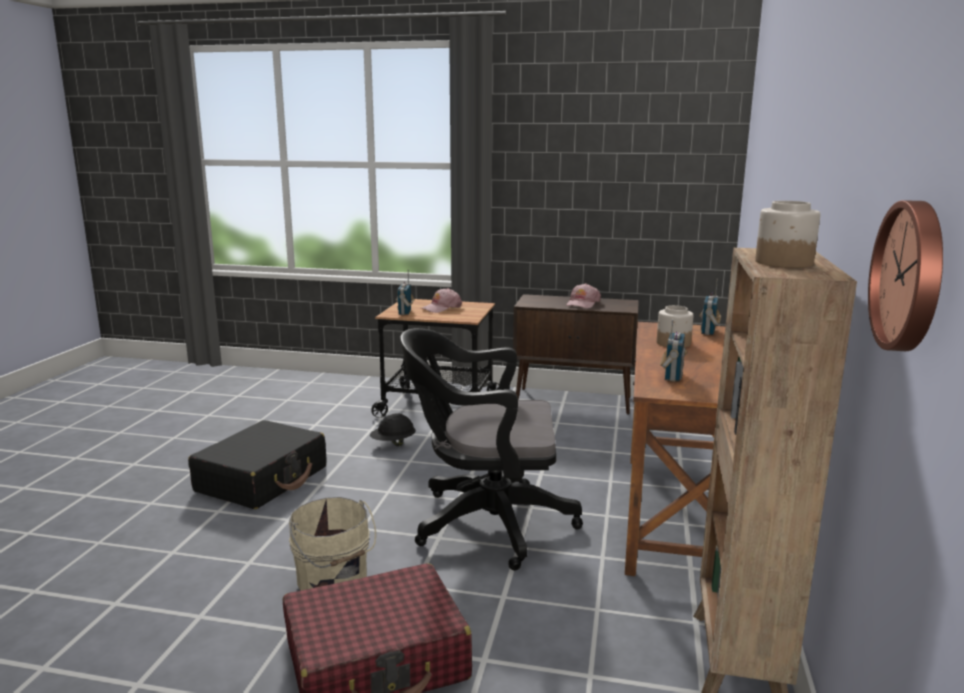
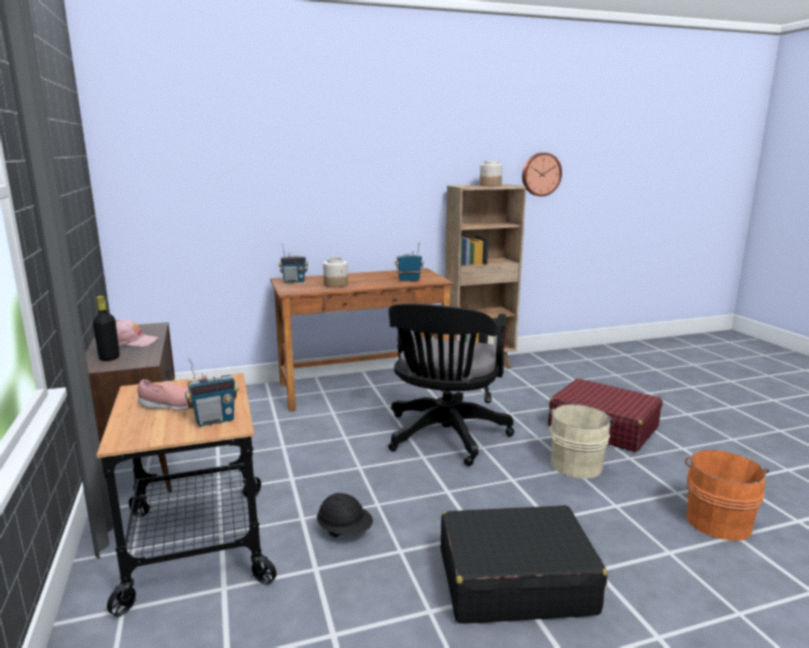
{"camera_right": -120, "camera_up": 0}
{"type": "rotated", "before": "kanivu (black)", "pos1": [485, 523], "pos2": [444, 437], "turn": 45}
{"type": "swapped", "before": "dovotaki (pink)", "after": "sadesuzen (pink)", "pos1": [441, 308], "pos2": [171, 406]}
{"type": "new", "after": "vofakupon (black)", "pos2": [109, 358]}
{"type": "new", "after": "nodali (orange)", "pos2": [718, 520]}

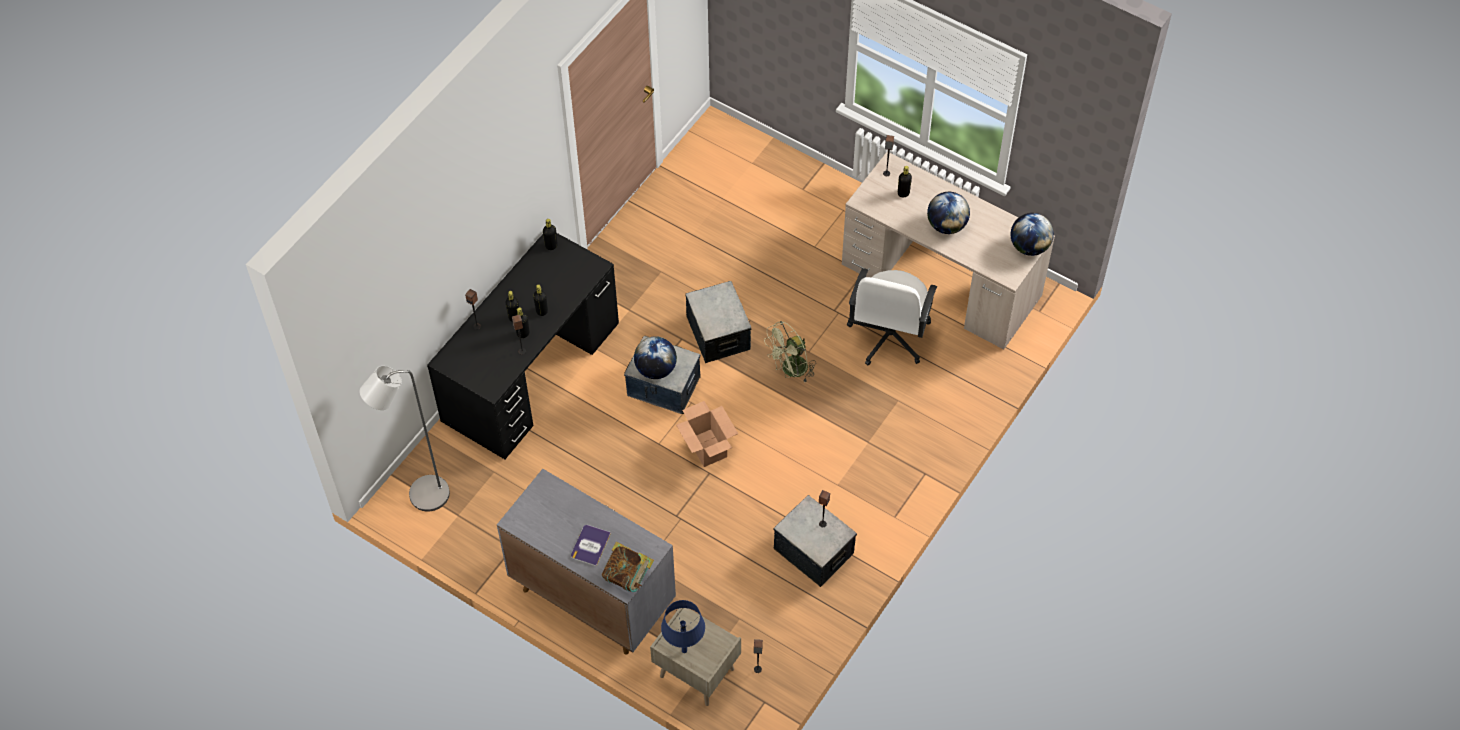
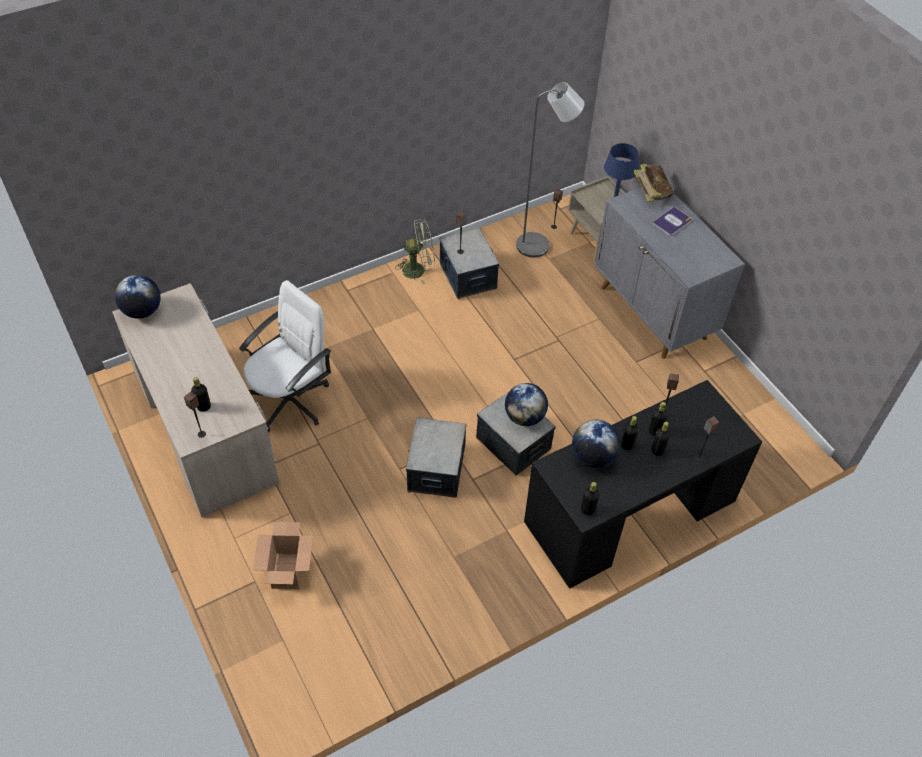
{"camera_right": -155, "camera_up": -5}
{"type": "shifted", "before": "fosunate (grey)", "pos1": [421, 497], "pos2": [539, 245]}
{"type": "shifted", "before": "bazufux", "pos1": [707, 448], "pos2": [288, 572]}
{"type": "shifted", "before": "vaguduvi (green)", "pos1": [790, 370], "pos2": [418, 269]}
{"type": "shifted", "before": "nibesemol", "pos1": [946, 225], "pos2": [593, 457]}

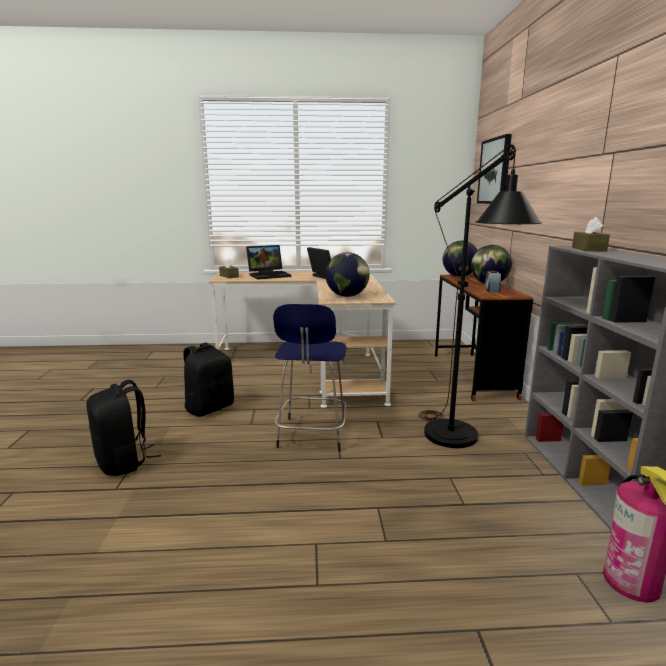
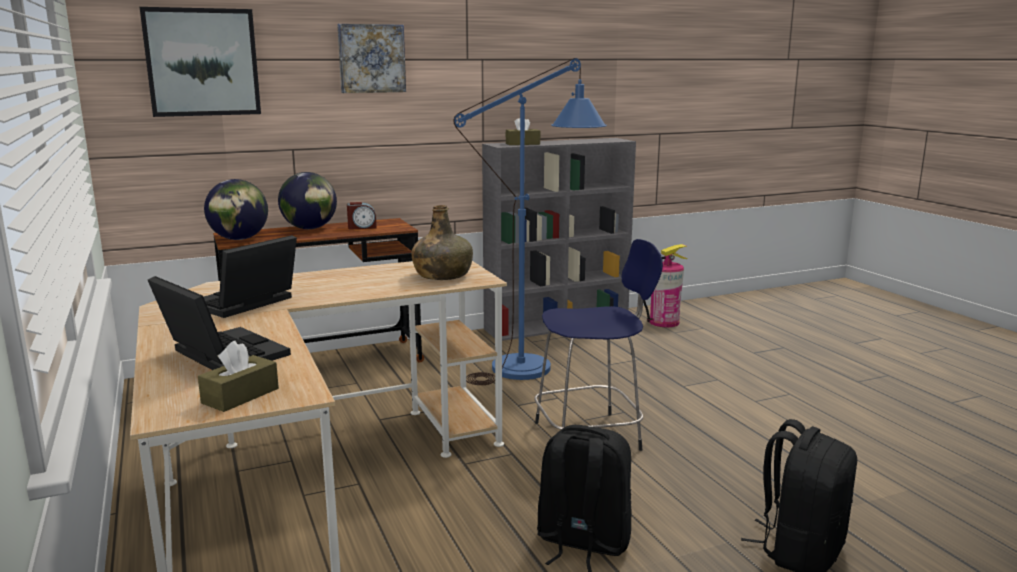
{"camera_right": -110, "camera_up": 0}
{"type": "swapped", "before": "nibesemol", "after": "vofakupon (green)", "pos1": [347, 296], "pos2": [442, 275]}
{"type": "repainted", "before": "fosunate (black)", "after": "fosunate (blue)", "pos1": [458, 442], "pos2": [535, 364]}
{"type": "new", "after": "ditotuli", "pos2": [371, 58]}

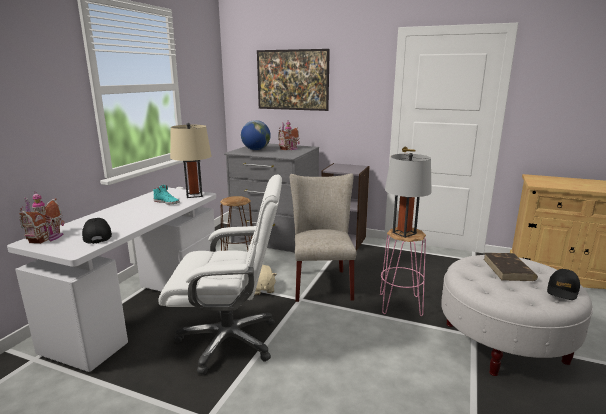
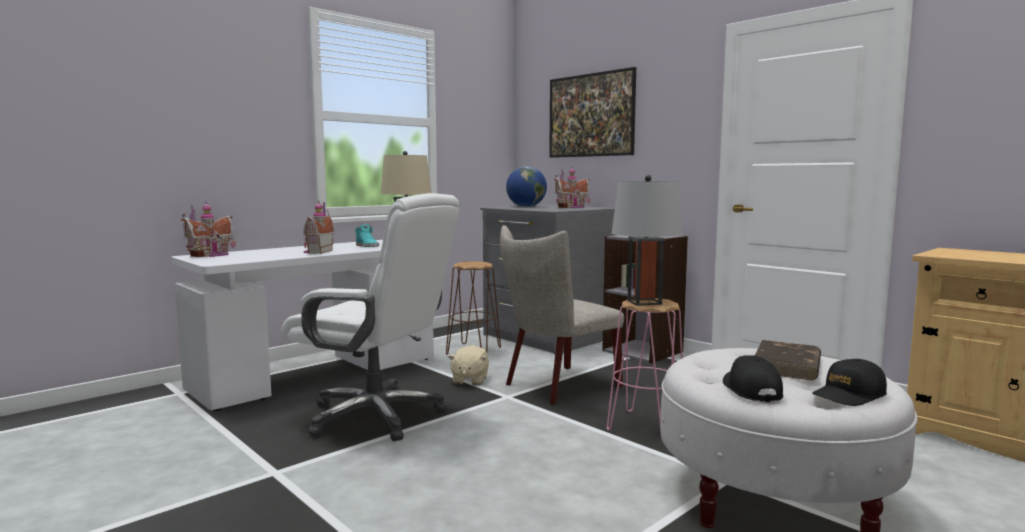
{"camera_right": 25, "camera_up": -10}
{"type": "shifted", "before": "dovotaki (black)", "pos1": [97, 236], "pos2": [750, 389]}
{"type": "rotated", "before": "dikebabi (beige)", "pos1": [321, 282], "pos2": [556, 386], "turn": -150}
{"type": "new", "after": "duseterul", "pos2": [317, 252]}

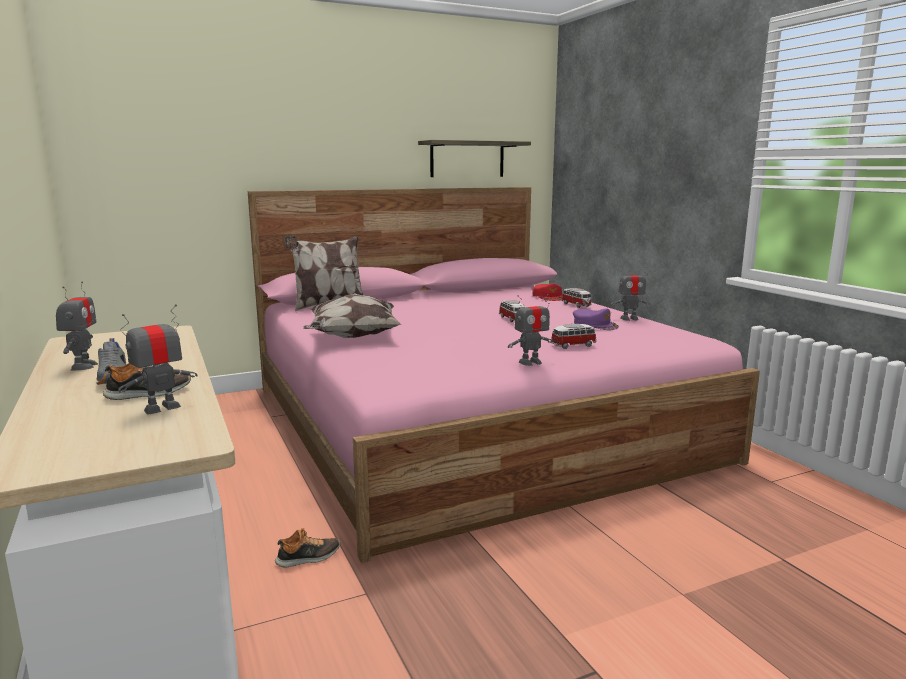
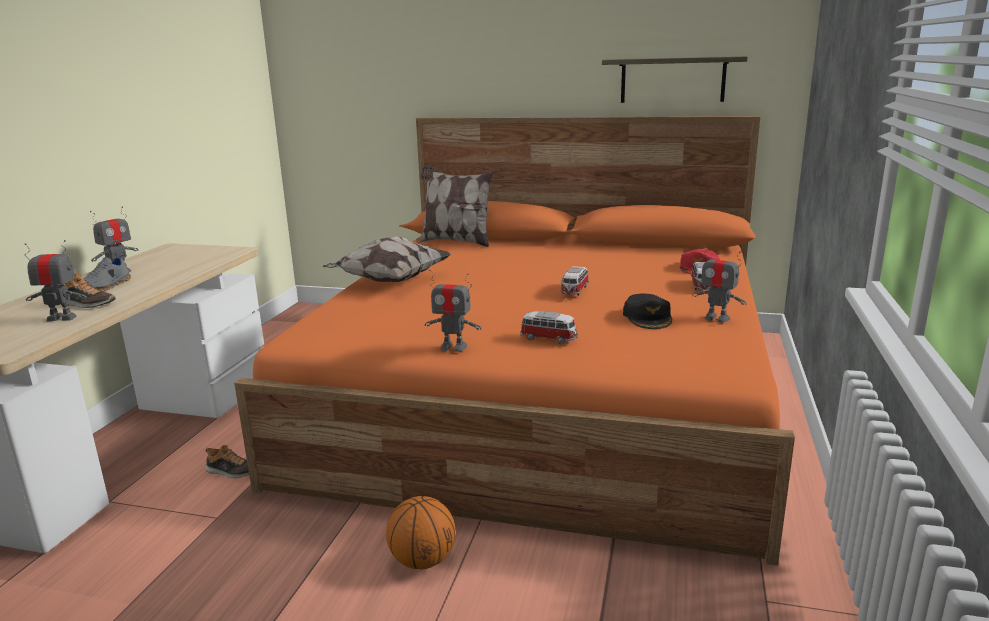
{"camera_right": 40, "camera_up": 5}
{"type": "repainted", "before": "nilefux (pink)", "after": "nilefux (orange)", "pos1": [471, 421], "pos2": [546, 395]}
{"type": "repainted", "before": "dovotaki (purple)", "after": "dovotaki (black)", "pos1": [595, 325], "pos2": [648, 317]}
{"type": "new", "after": "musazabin", "pos2": [422, 561]}

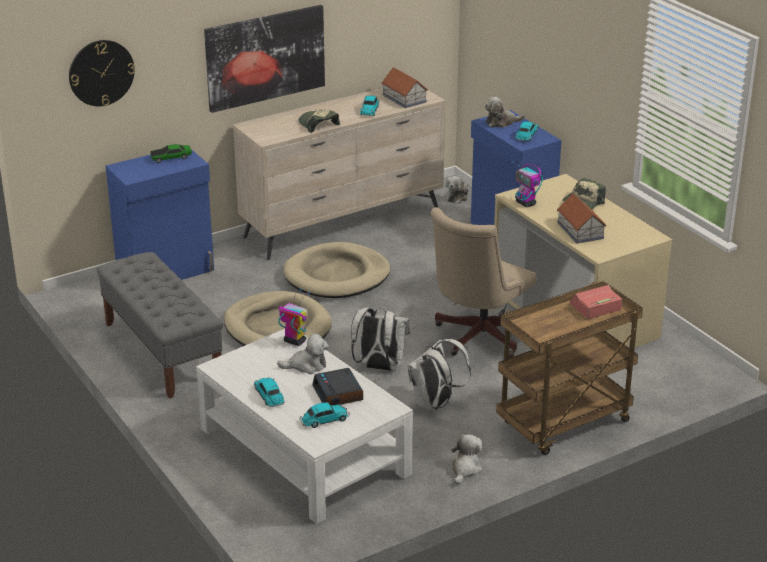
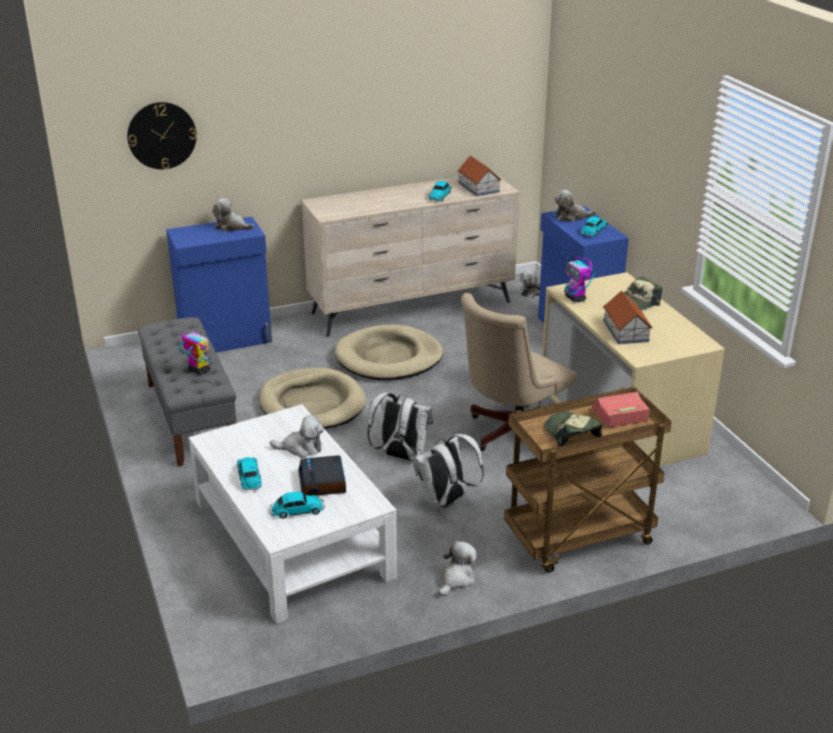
{"camera_right": 10, "camera_up": 0}
{"type": "swapped", "before": "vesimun", "after": "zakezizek", "pos1": [171, 158], "pos2": [231, 227]}
{"type": "gone", "before": "ditotuli", "pos1": [265, 57]}
{"type": "shifted", "before": "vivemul", "pos1": [294, 341], "pos2": [199, 370]}
{"type": "shifted", "before": "dovotaki", "pos1": [318, 124], "pos2": [571, 433]}

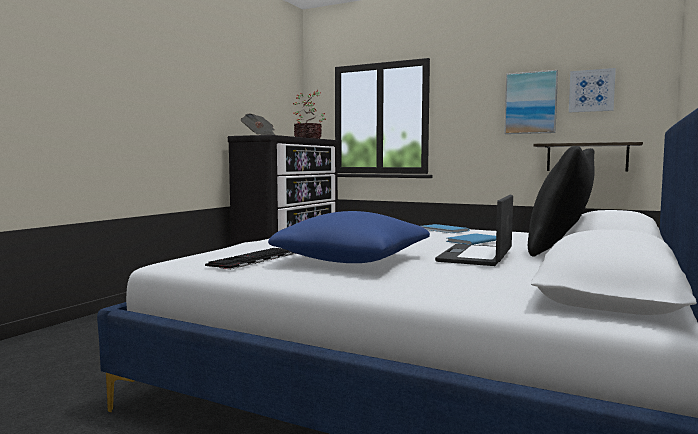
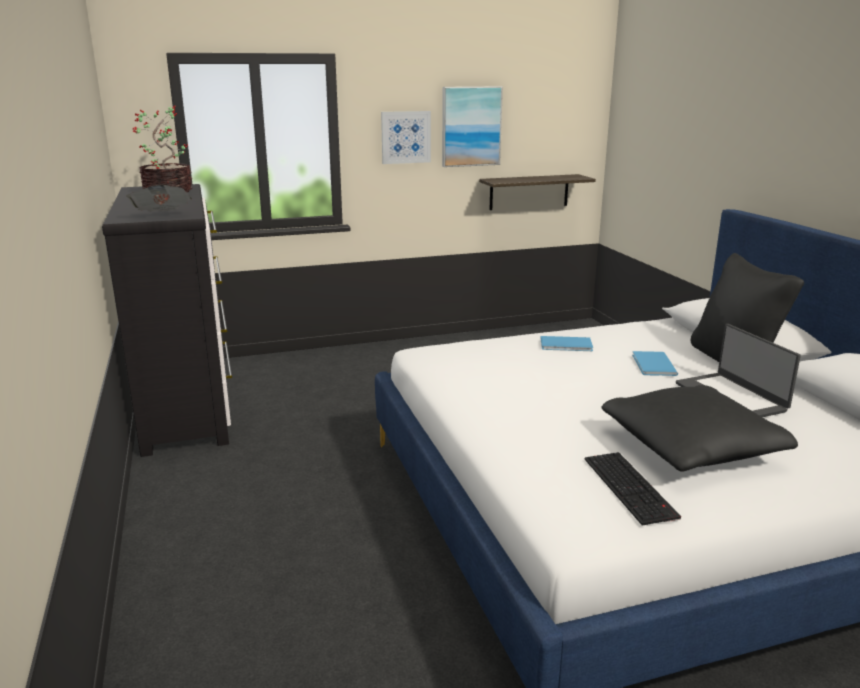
{"camera_right": -45, "camera_up": 15}
{"type": "repainted", "before": "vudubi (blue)", "after": "vudubi (black)", "pos1": [352, 260], "pos2": [691, 447]}
{"type": "shifted", "before": "ditotuli", "pos1": [591, 90], "pos2": [405, 137]}

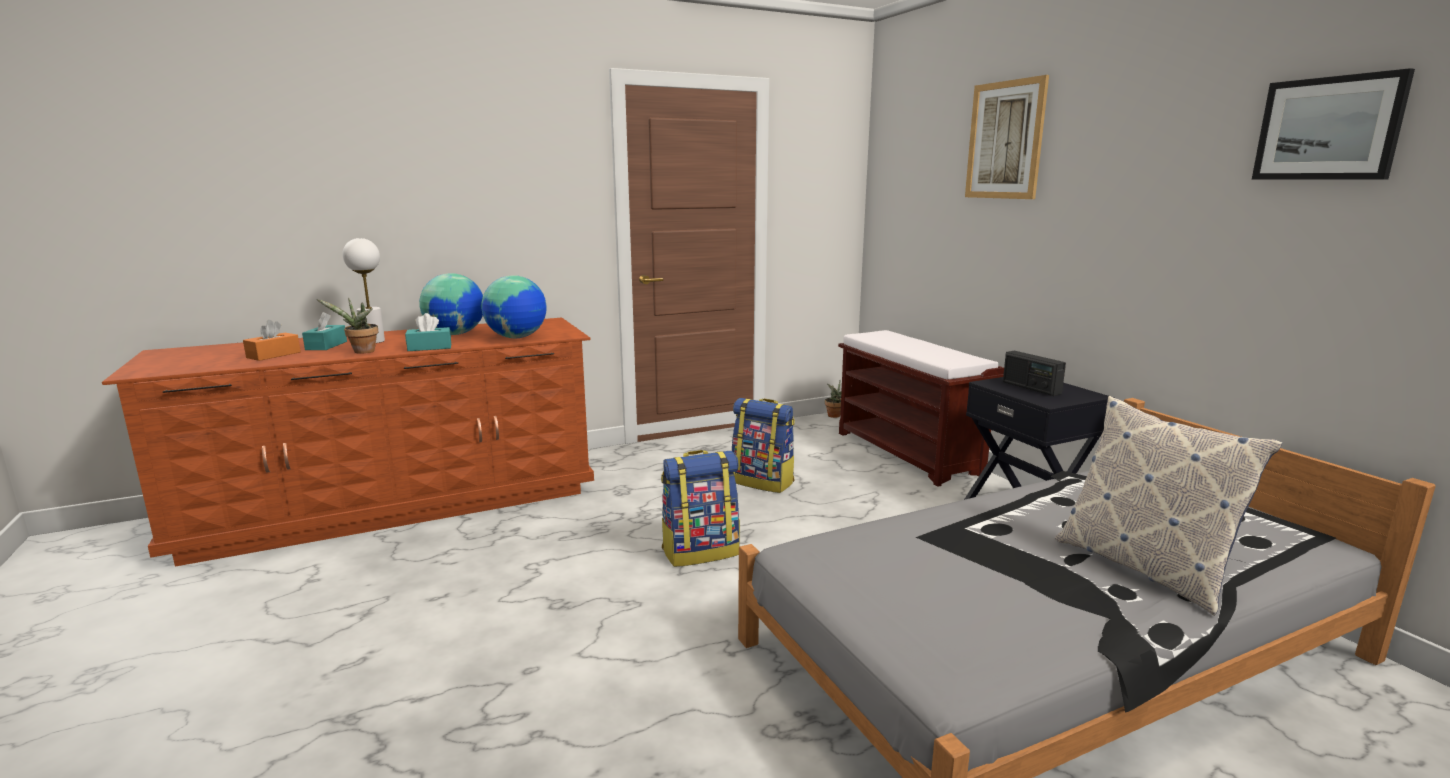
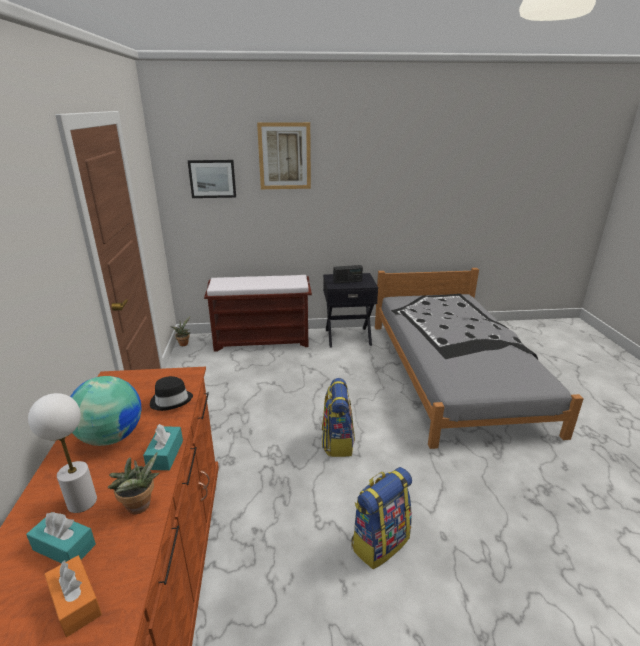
{"camera_right": -70, "camera_up": 10}
{"type": "swapped", "before": "nibesemol", "after": "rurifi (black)", "pos1": [517, 337], "pos2": [171, 400]}
{"type": "shifted", "before": "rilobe", "pos1": [763, 482], "pos2": [379, 542]}
{"type": "gone", "before": "vudubi", "pos1": [1143, 568]}
{"type": "shifted", "before": "ditotuli", "pos1": [1328, 129], "pos2": [212, 179]}

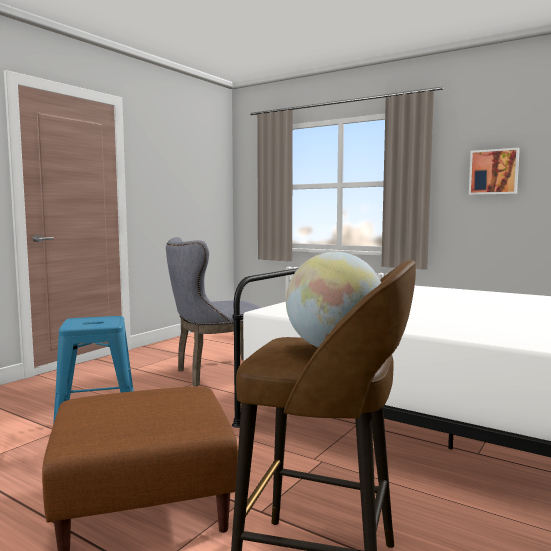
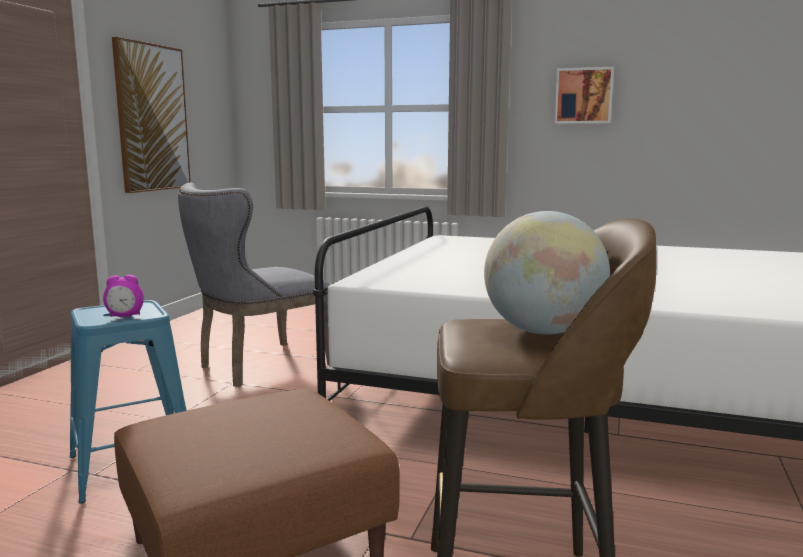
{"camera_right": -15, "camera_up": 5}
{"type": "new", "after": "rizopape", "pos2": [125, 316]}
{"type": "new", "after": "ditotuli", "pos2": [152, 118]}

